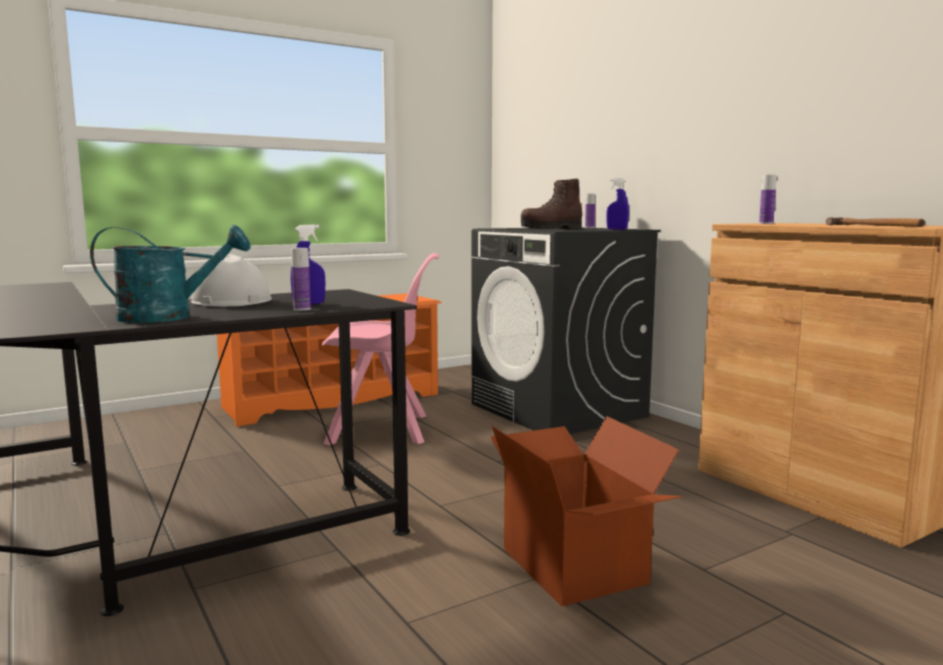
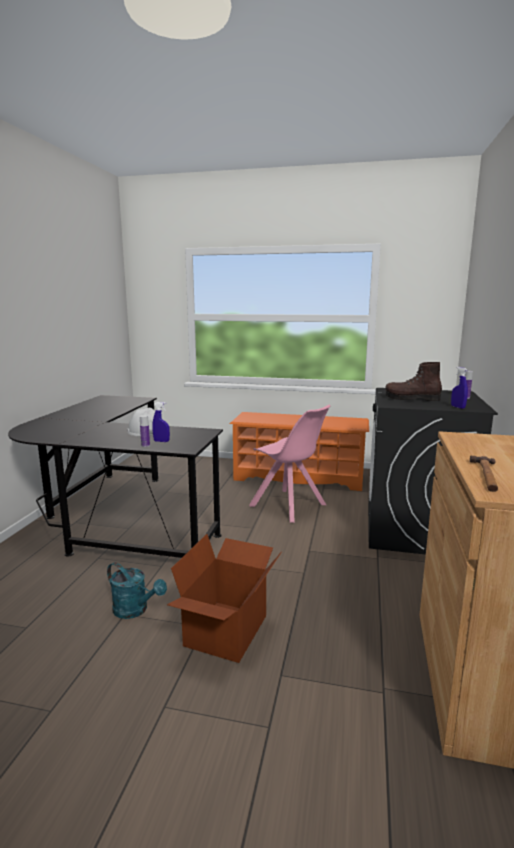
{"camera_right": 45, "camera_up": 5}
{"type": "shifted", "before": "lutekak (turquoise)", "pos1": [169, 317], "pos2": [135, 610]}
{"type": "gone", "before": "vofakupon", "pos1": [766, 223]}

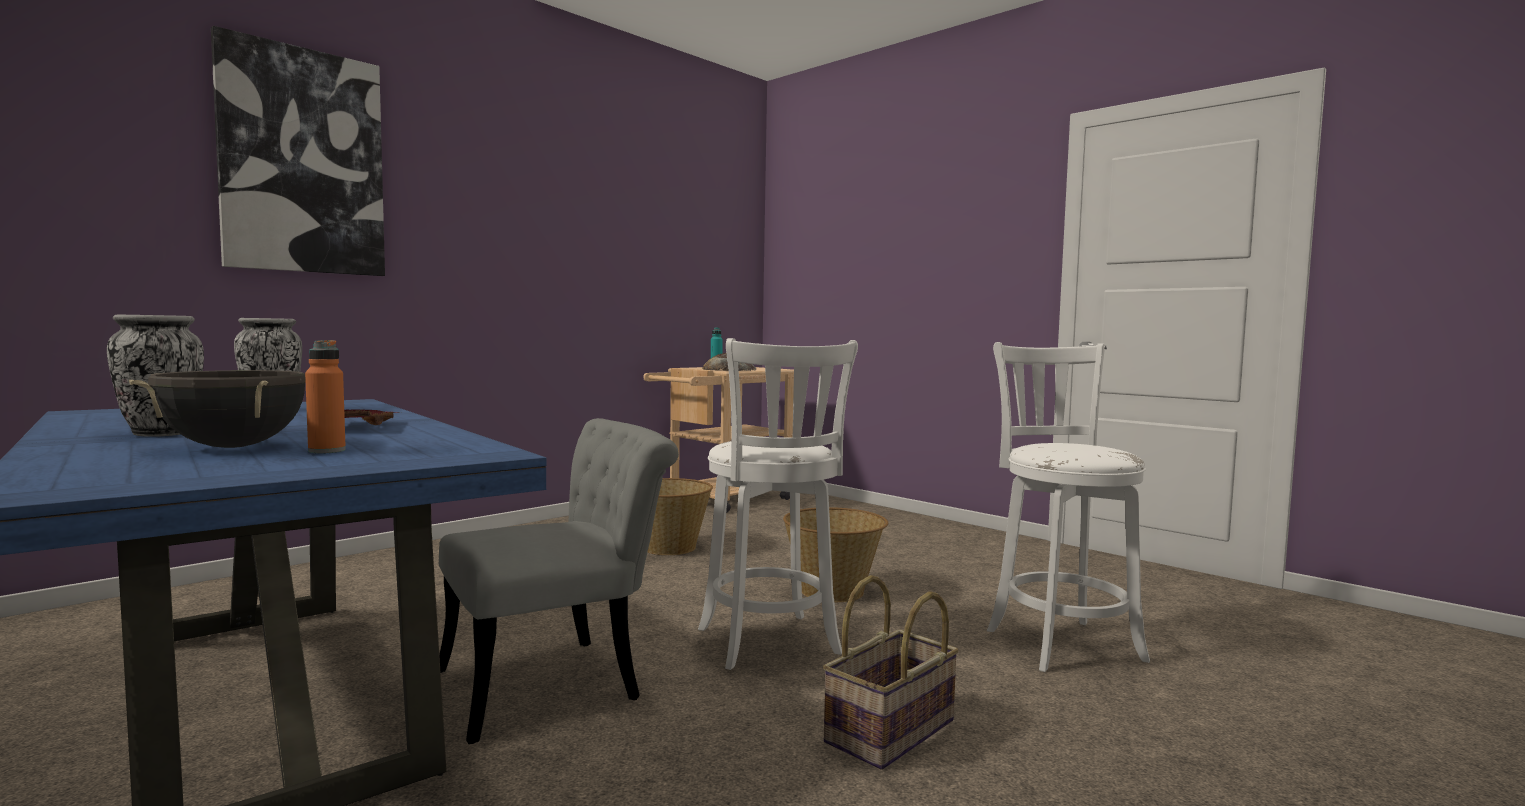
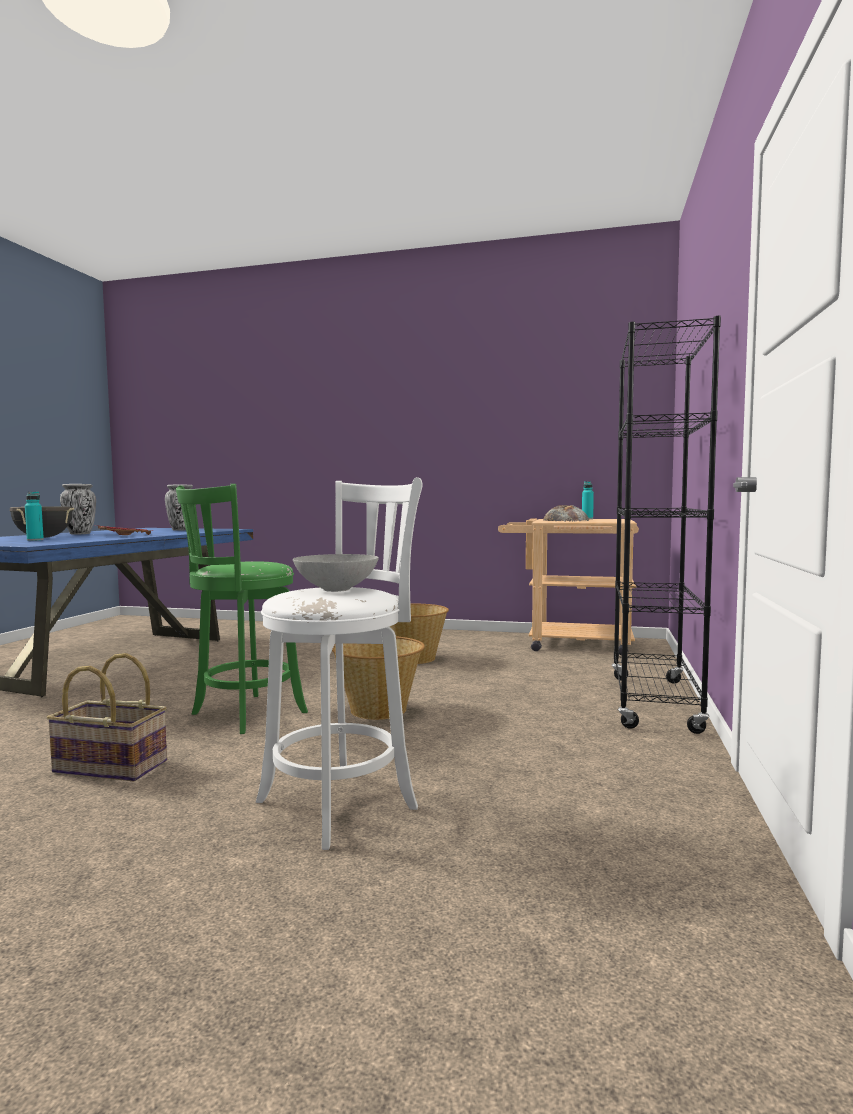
{"camera_right": 60, "camera_up": 0}
{"type": "gone", "before": "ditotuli", "pos1": [302, 162]}
{"type": "repainted", "before": "vofakupon (orange)", "after": "vofakupon (turquoise)", "pos1": [327, 451], "pos2": [35, 540]}
{"type": "gone", "before": "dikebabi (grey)", "pos1": [560, 681]}
{"type": "repainted", "before": "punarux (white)", "after": "punarux (green)", "pos1": [770, 644], "pos2": [244, 715]}
{"type": "new", "after": "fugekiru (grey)", "pos2": [337, 589]}
{"type": "new", "after": "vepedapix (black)", "pos2": [654, 703]}

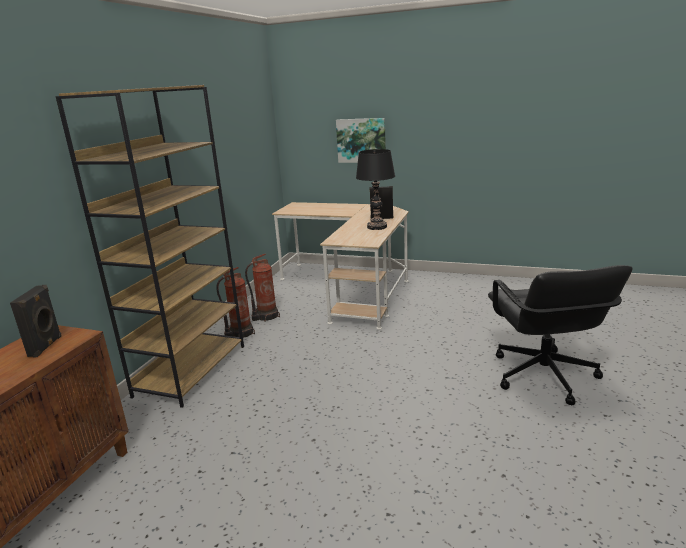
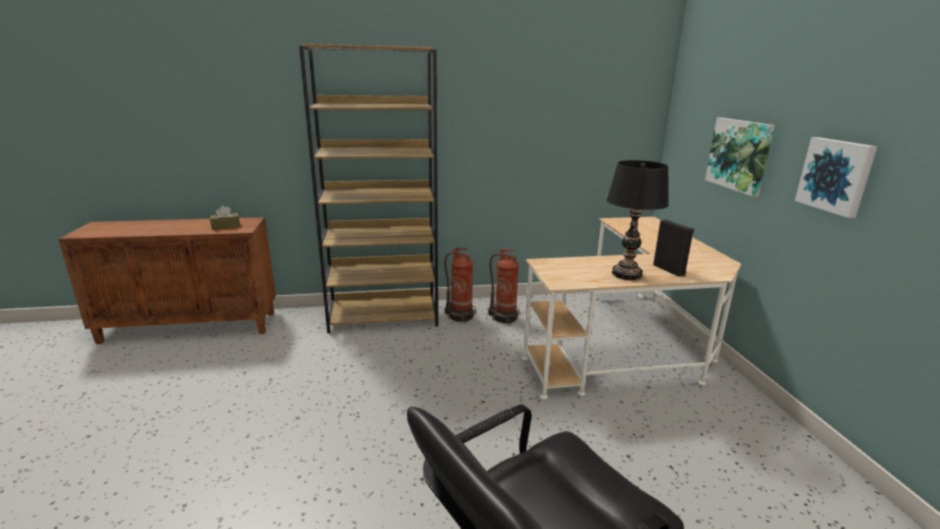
{"camera_right": 60, "camera_up": 0}
{"type": "swapped", "before": "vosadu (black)", "after": "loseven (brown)", "pos1": [46, 346], "pos2": [226, 226]}
{"type": "new", "after": "ditotuli", "pos2": [836, 175]}

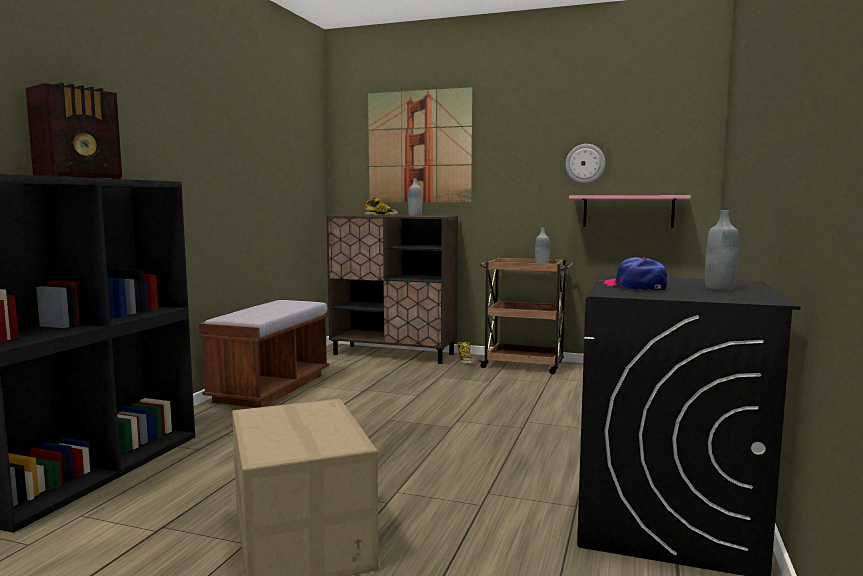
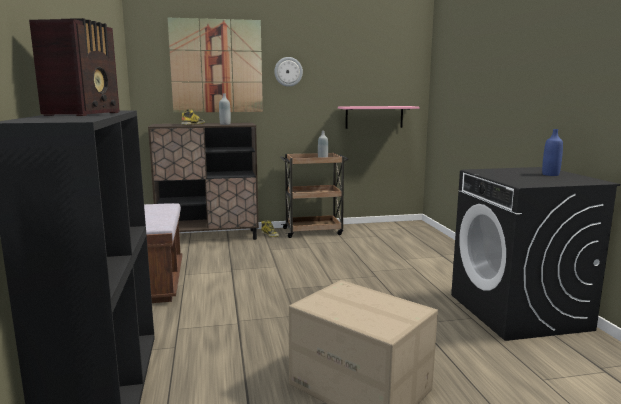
{"camera_right": -30, "camera_up": 5}
{"type": "shifted", "before": "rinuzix", "pos1": [585, 163], "pos2": [288, 71]}
{"type": "gone", "before": "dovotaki", "pos1": [635, 286]}
{"type": "repainted", "before": "vofakupon (grey)", "after": "vofakupon (blue)", "pos1": [719, 288], "pos2": [550, 174]}

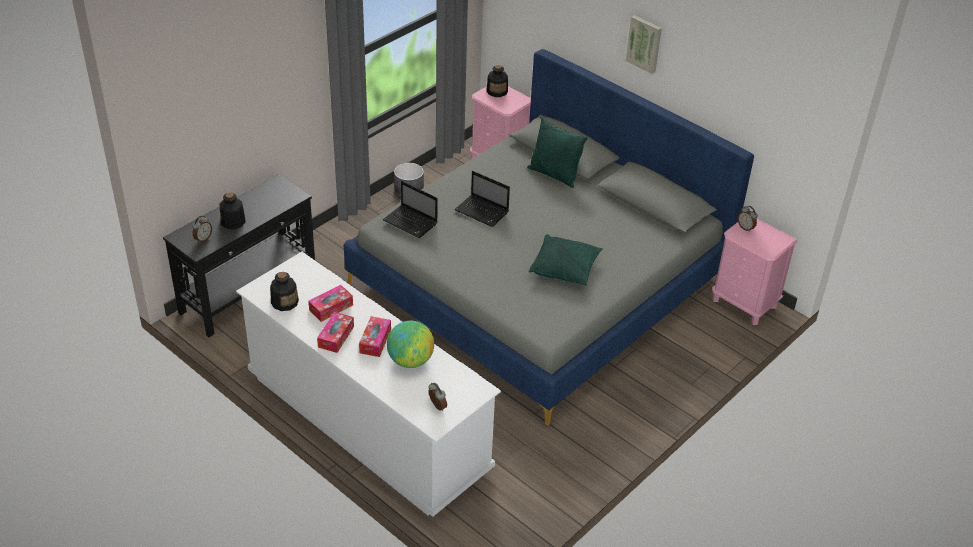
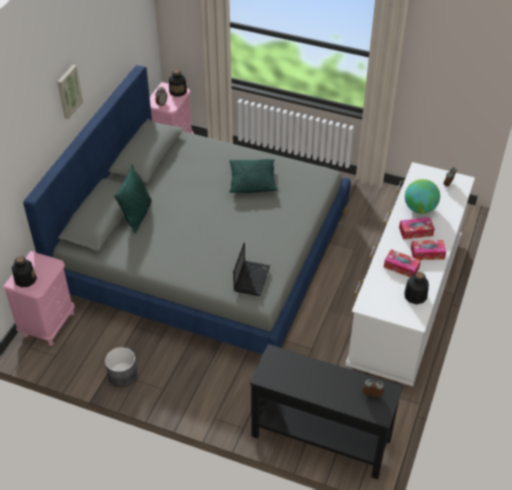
{"camera_right": -110, "camera_up": 5}
{"type": "shifted", "before": "vofakupon", "pos1": [233, 222], "pos2": [178, 91]}
{"type": "gone", "before": "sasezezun", "pos1": [482, 212]}

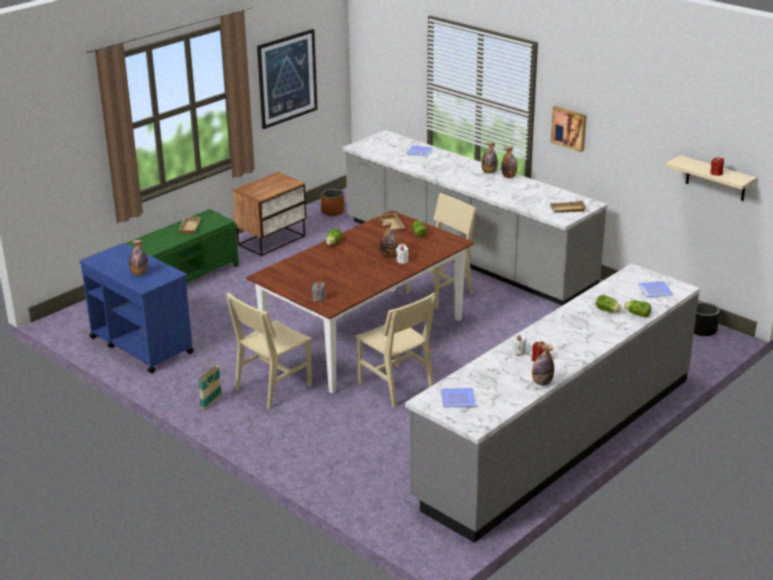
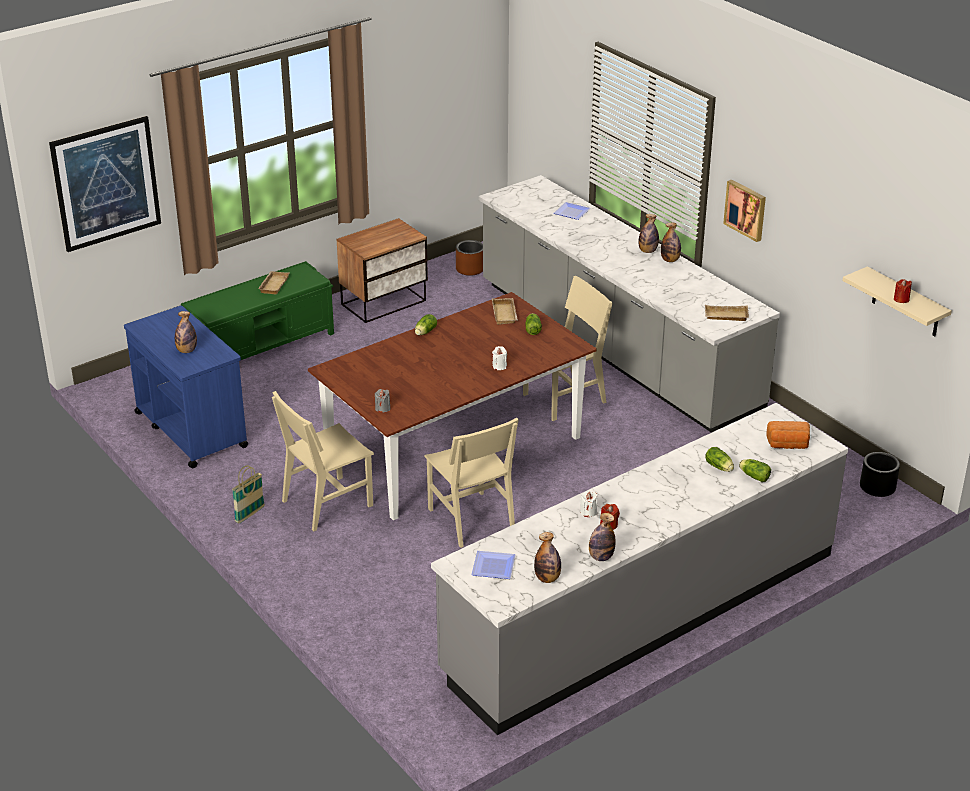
{"camera_right": 10, "camera_up": 5}
{"type": "shifted", "before": "ditotuli", "pos1": [287, 78], "pos2": [106, 183]}
{"type": "shifted", "before": "vofakupon", "pos1": [389, 255], "pos2": [547, 578]}
{"type": "swapped", "before": "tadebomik", "after": "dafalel", "pos1": [653, 290], "pos2": [788, 445]}

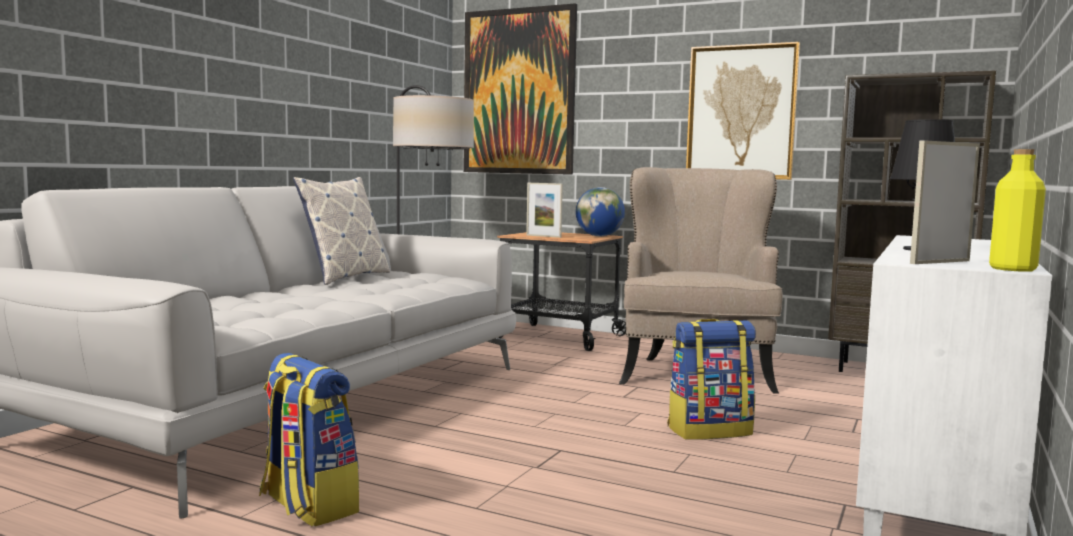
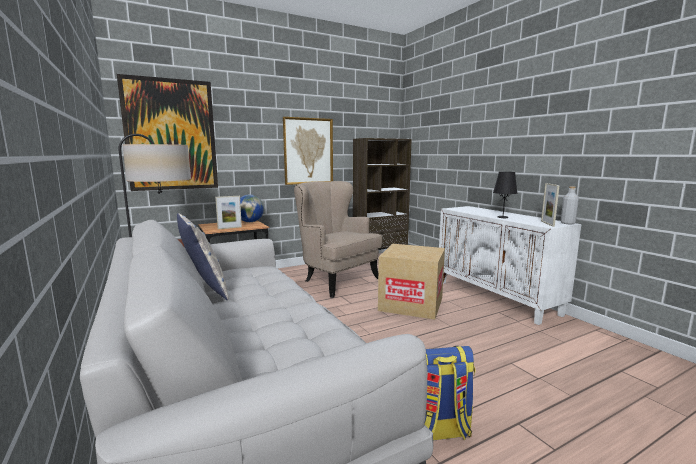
{"camera_right": -55, "camera_up": 5}
{"type": "swapped", "before": "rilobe", "after": "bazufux", "pos1": [709, 430], "pos2": [411, 304]}
{"type": "repainted", "before": "vofakupon (yellow)", "after": "vofakupon (grey)", "pos1": [1013, 269], "pos2": [567, 223]}

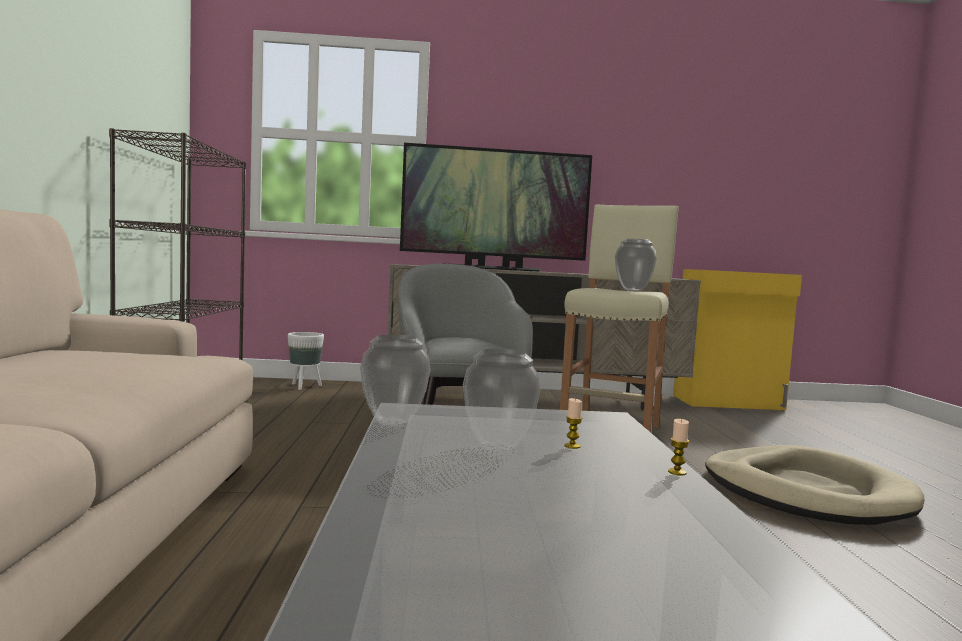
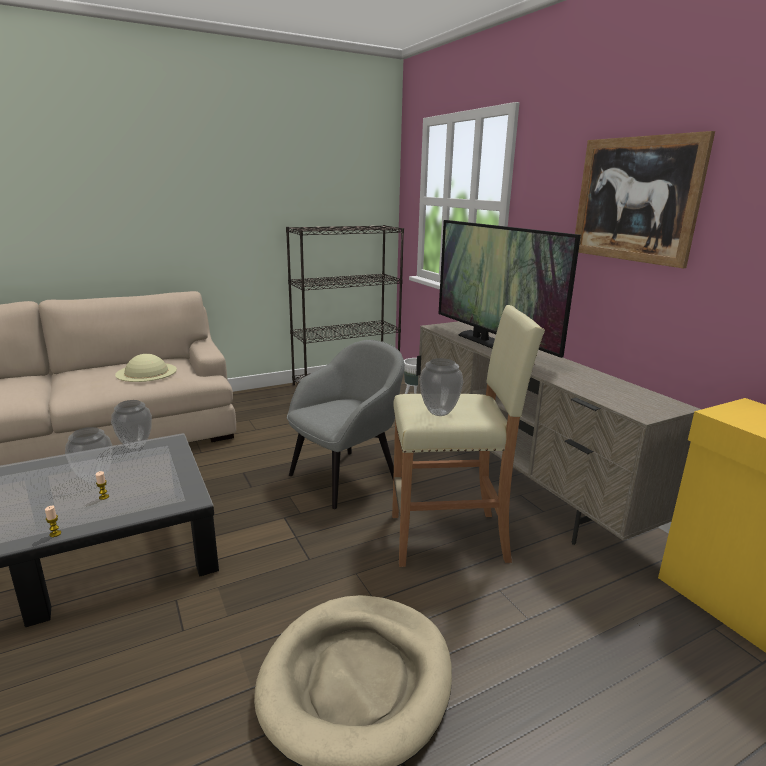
{"camera_right": 65, "camera_up": 15}
{"type": "new", "after": "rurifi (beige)", "pos2": [146, 372]}
{"type": "new", "after": "ditotuli", "pos2": [635, 200]}

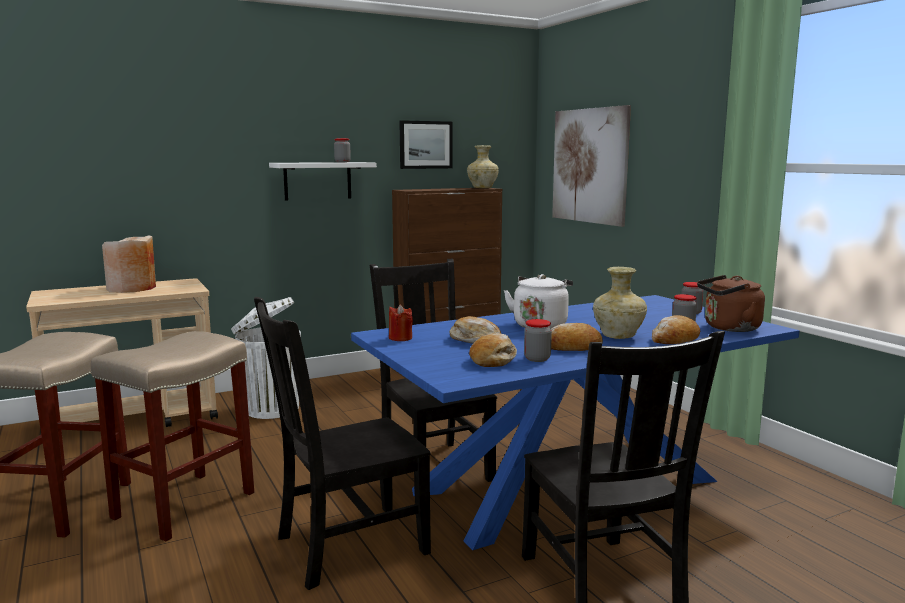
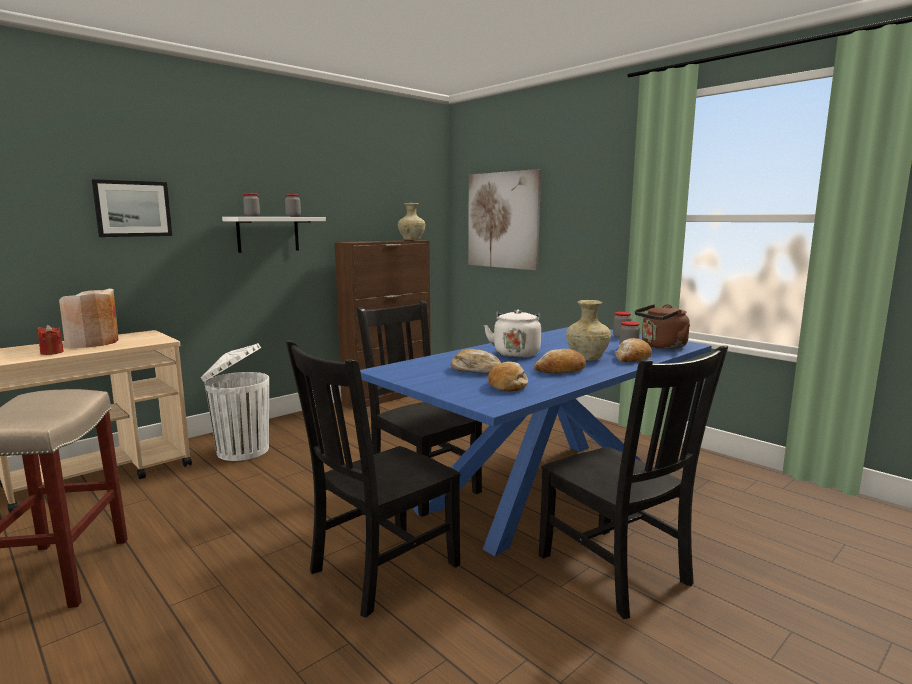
{"camera_right": -15, "camera_up": 0}
{"type": "gone", "before": "punarux (beige)", "pos1": [185, 504]}
{"type": "shifted", "before": "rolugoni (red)", "pos1": [400, 338], "pos2": [52, 352]}
{"type": "shifted", "before": "ditotuli", "pos1": [425, 145], "pos2": [133, 209]}
{"type": "shifted", "before": "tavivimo", "pos1": [537, 359], "pos2": [252, 216]}

